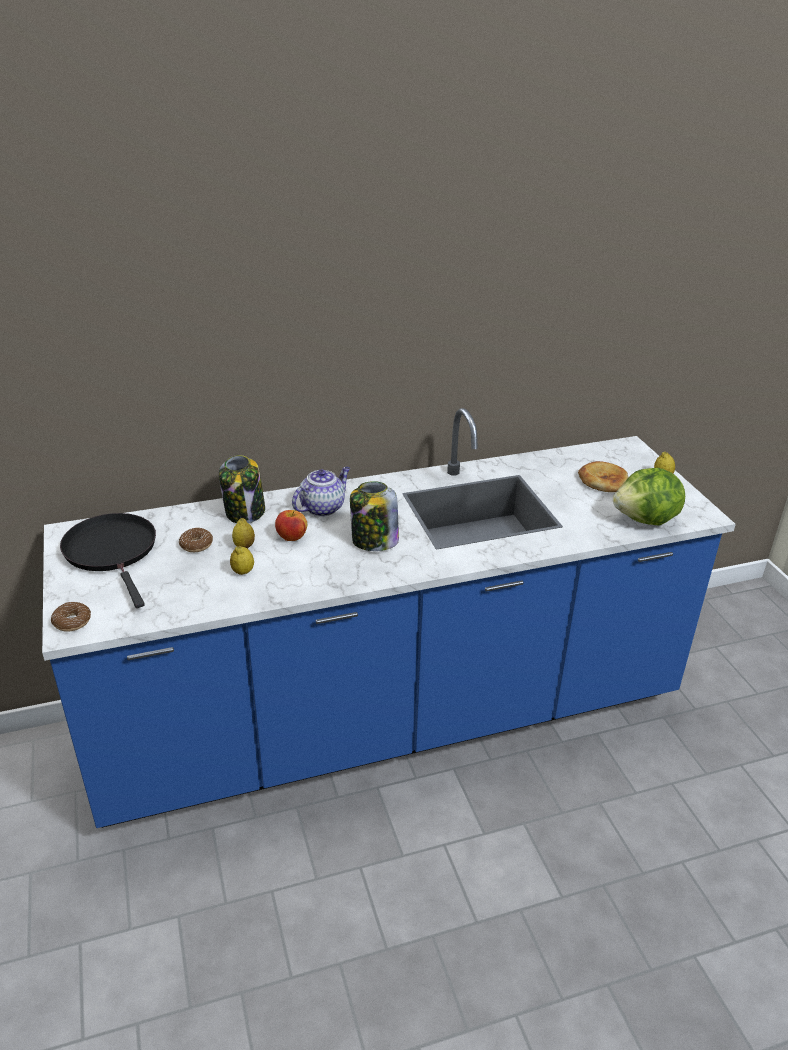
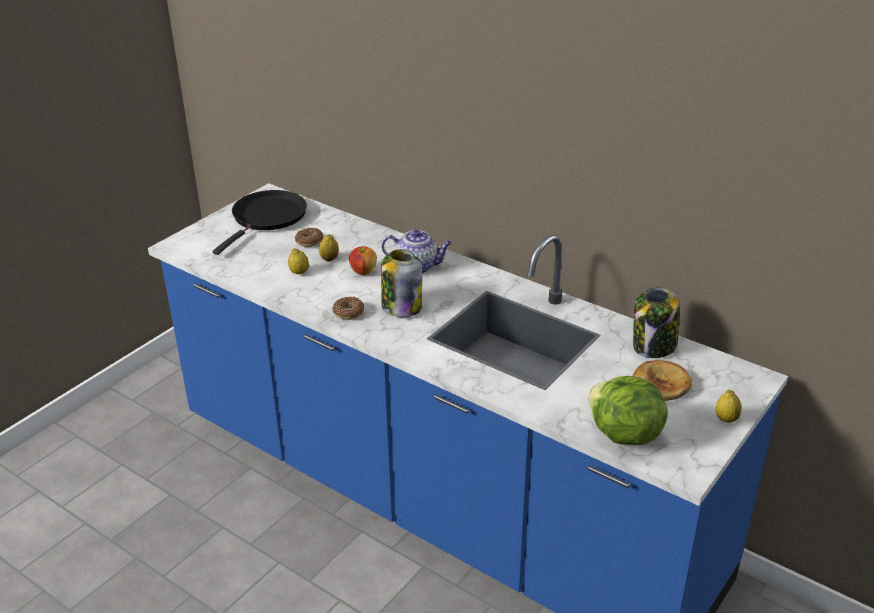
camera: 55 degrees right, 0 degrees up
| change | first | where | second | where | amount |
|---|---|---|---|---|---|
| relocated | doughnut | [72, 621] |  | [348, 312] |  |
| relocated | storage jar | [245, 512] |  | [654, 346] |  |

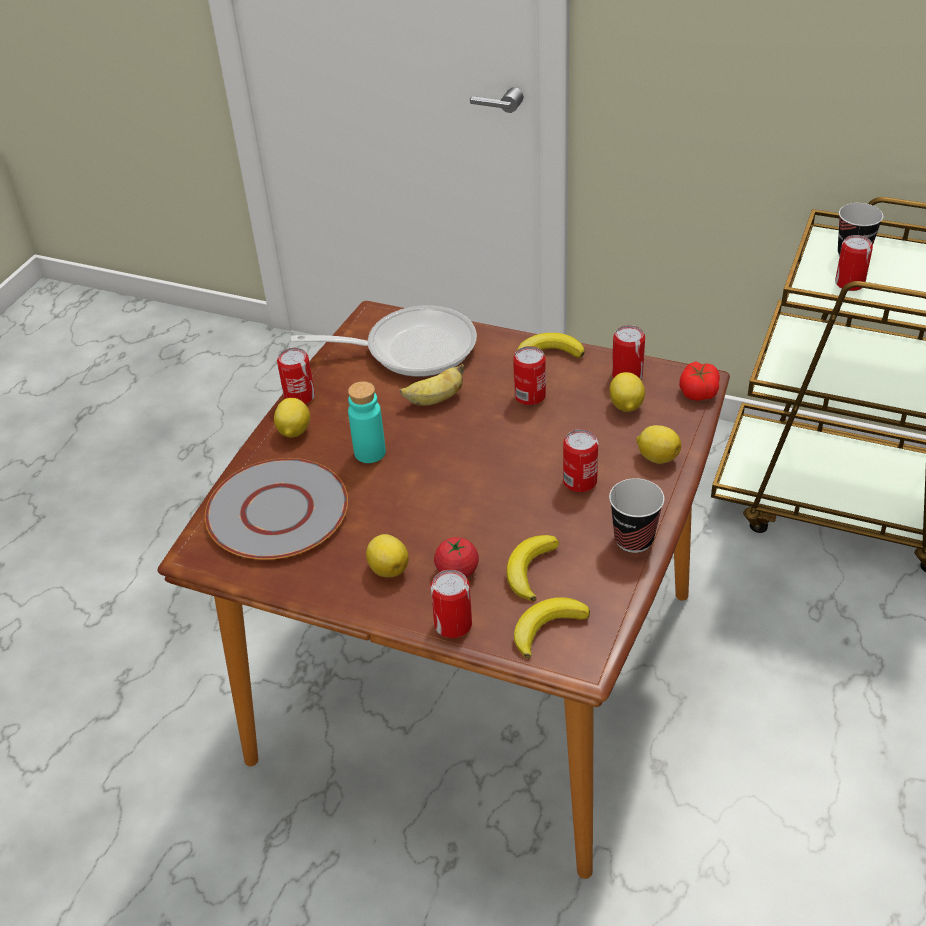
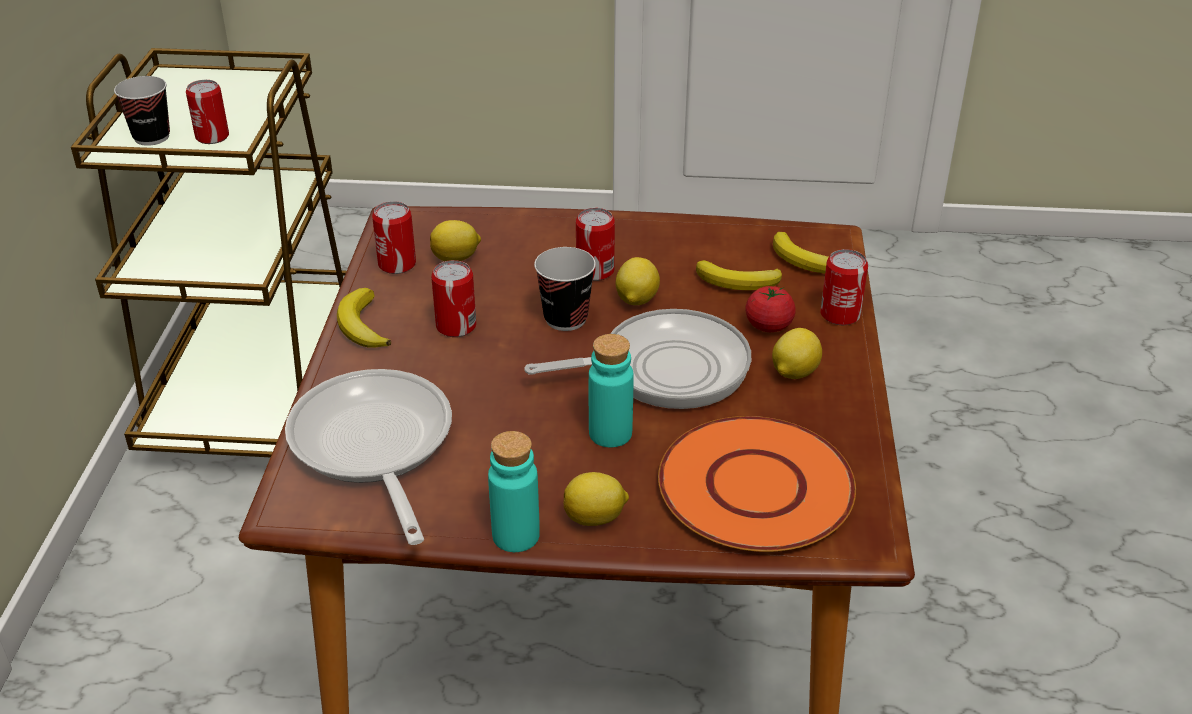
camera: 110 degrees left, 5 degrees down
| change | first | where | second | where | amount |
|---|---|---|---|---|---|
| exchanged | metal can | [299, 397] | bottle in turquoise | [516, 535] |  |
| appeared |  |  | skillet | [665, 369] |  |
| relocated | small cup | [634, 539] |  | [565, 319] |  |
| relocated | citrus fruit | [657, 457] |  | [636, 300] |  |
| colour | dinner plate in greyish | [278, 511] | dinner plate in orangey | [754, 486] |  |
| missing | whole banana | [435, 400] |  |  |  |
| missing | fresh tomato | [698, 391] |  |  |  |

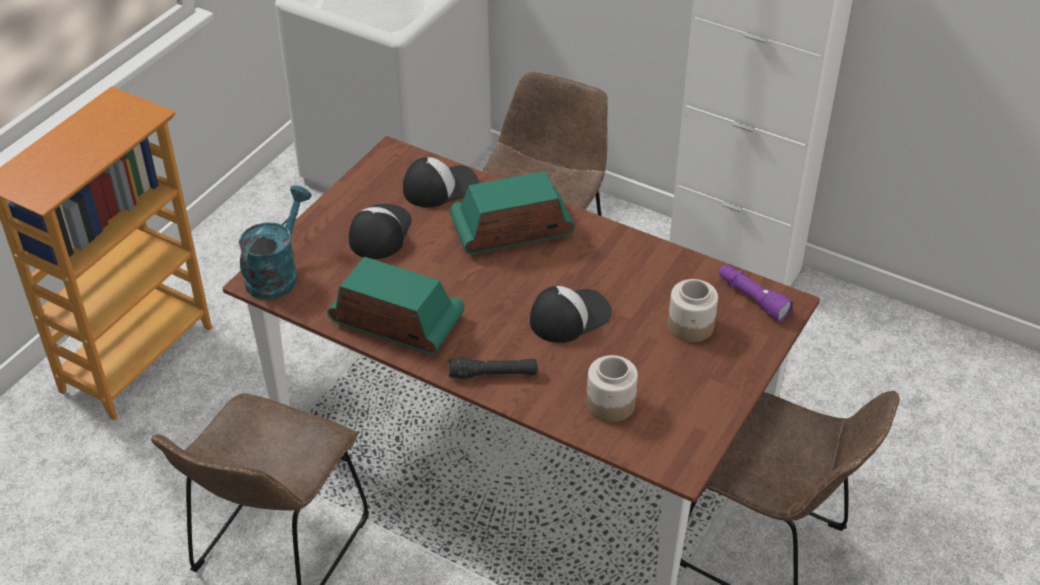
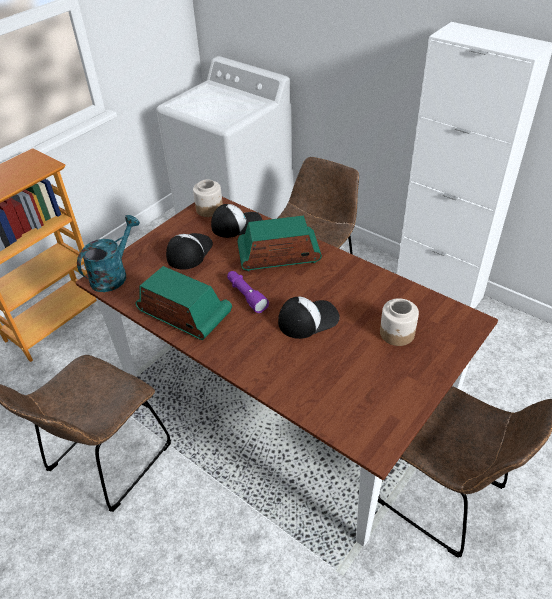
camera: 10 degrees right, 0 degrees up
| change | first | where | second | where | amount |
|---|---|---|---|---|---|
| relocated | storage jar | [610, 404] |  | [209, 209] |  |
| relocated | hand torch in purple-coloured | [752, 298] |  | [246, 295] |  |
| missing | hand torch in blackish | [493, 374] |  |  |  |

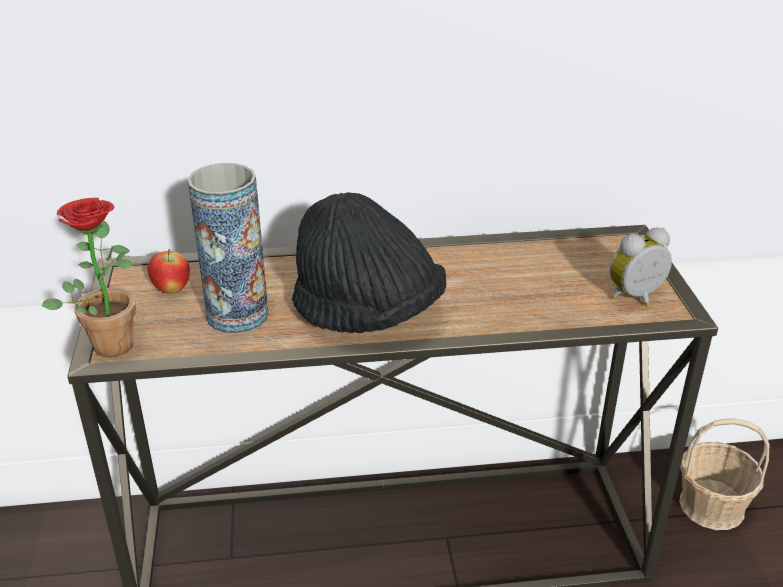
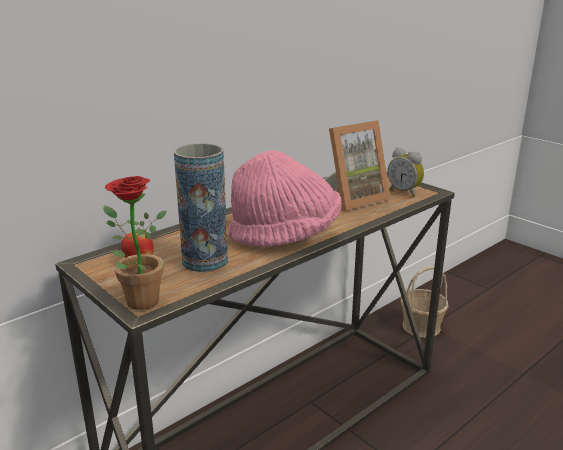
camera: 35 degrees left, 10 degrees down
| change | first | where | second | where | amount |
|---|---|---|---|---|---|
| colour | clothing hat in blackish | [367, 314] | clothing hat in pink-coloured | [285, 236] |  |
| appeared |  |  | standing frame | [353, 198] |  |
| spun | bedside clock | [637, 298] |  | [405, 192] | 75 degrees counterclockwise |

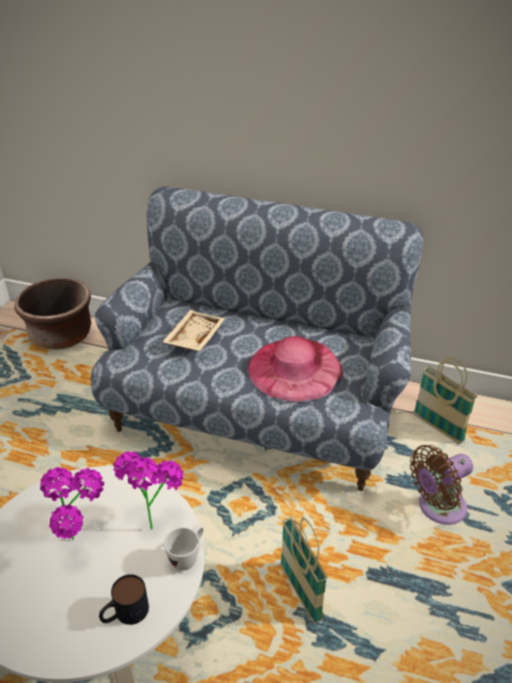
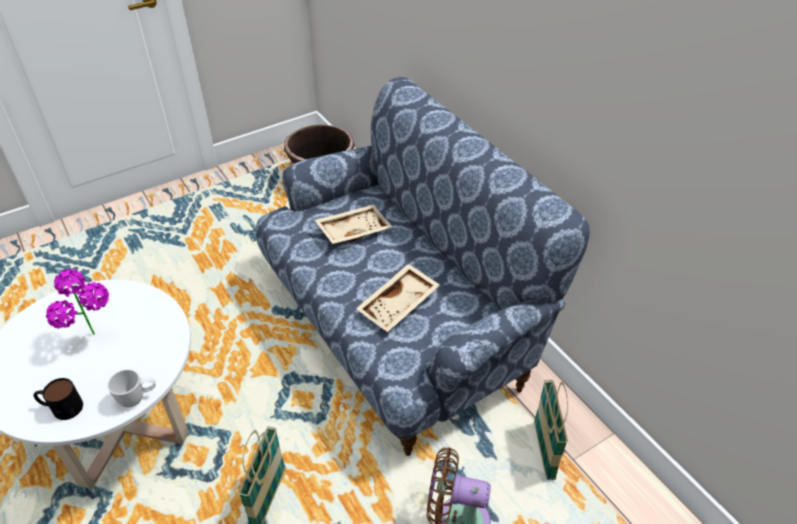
camera: 40 degrees right, 5 degrees up
| change | first | where | second | where | amount |
|---|---|---|---|---|---|
| exchanged | clothing hat in pink-coloured | [295, 369] | tray in sand-coloured | [399, 305] |  |
| missing | potted plant | [152, 518] |  |  |  |

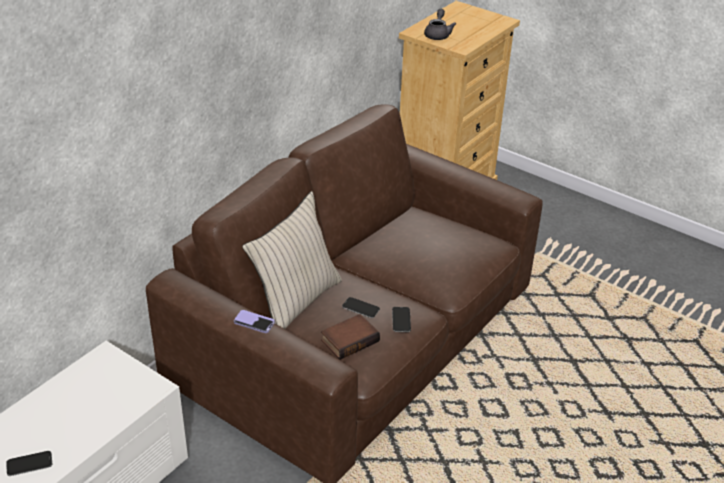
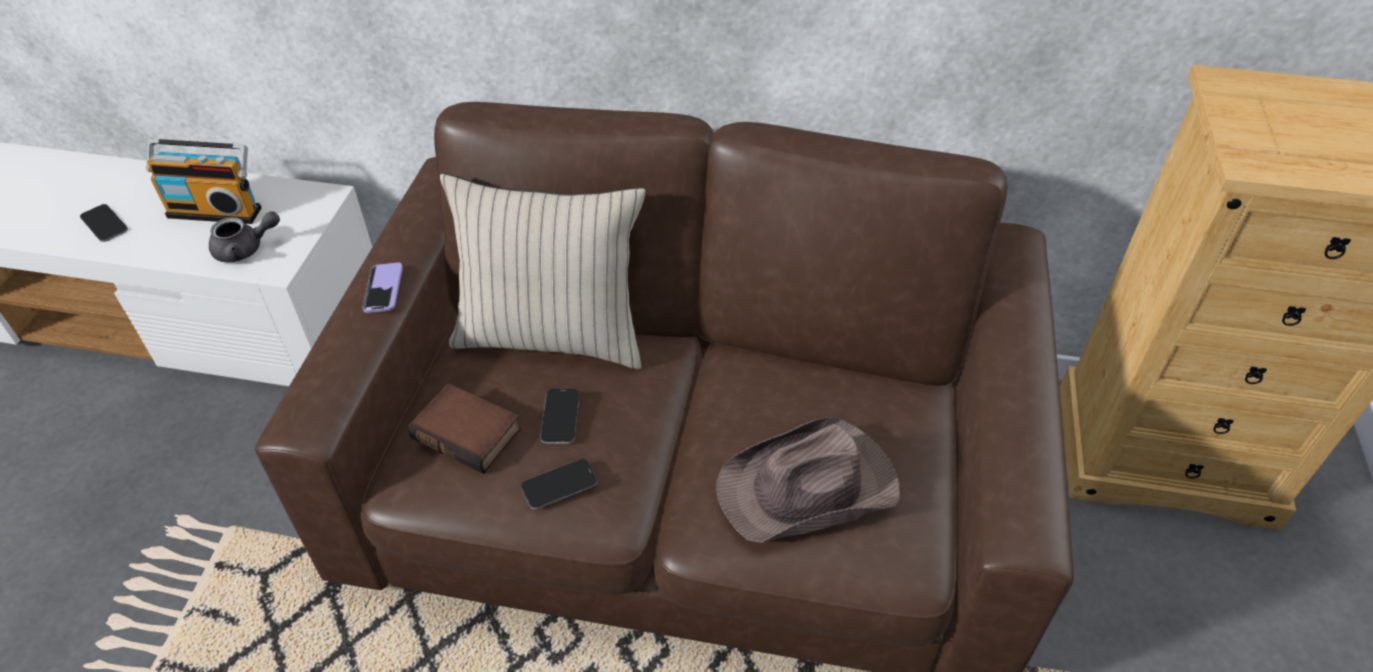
camera: 65 degrees right, 10 degrees up
| change | first | where | second | where | amount |
|---|---|---|---|---|---|
| appeared |  |  | radio | [217, 210] |  |
| relocated | teapot in greyish | [438, 34] |  | [246, 249] |  |
| appeared |  |  | clothing hat in brownish | [809, 489] |  |

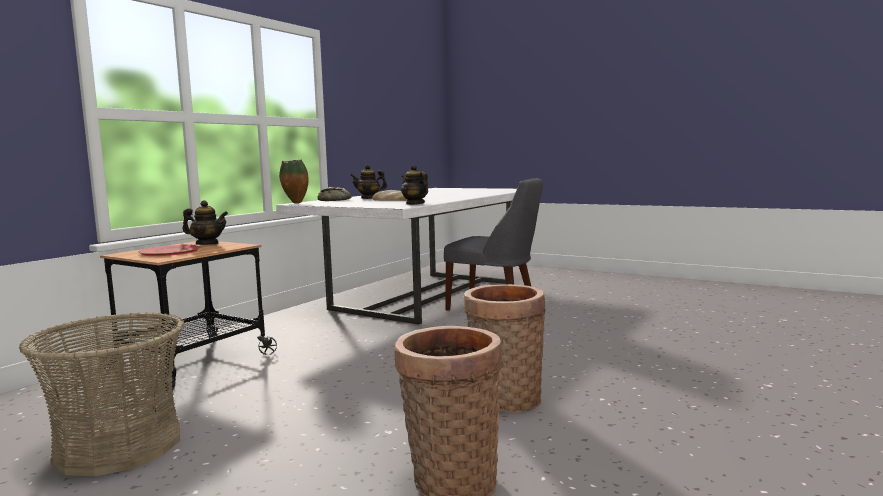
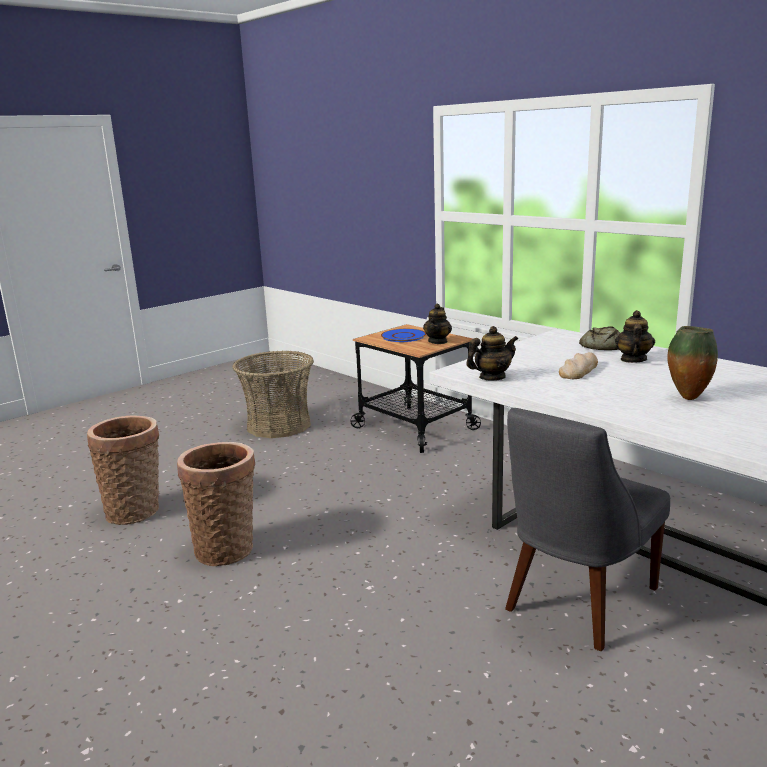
camera: 105 degrees right, 10 degrees up
| change | first | where | second | where | amount |
|---|---|---|---|---|---|
| colour | dinner plate in reddish | [169, 251] | dinner plate in blue | [403, 336] |  |
| relocated | vase | [295, 203] |  | [687, 397] |  |

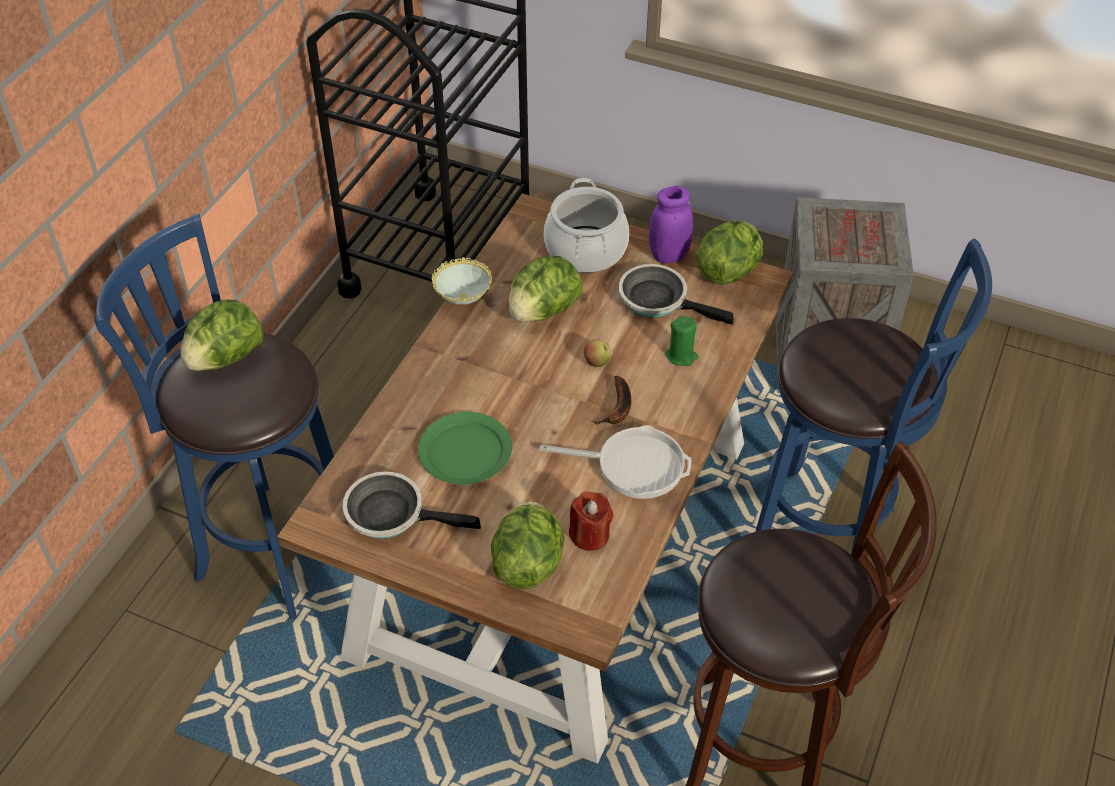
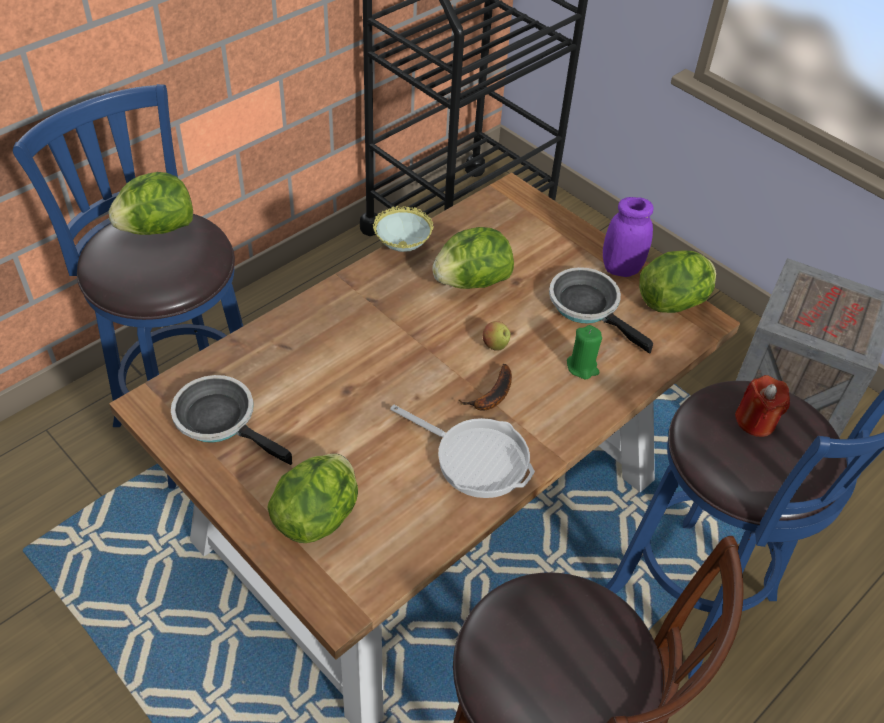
camera: 20 degrees right, 0 degrees up
| change | first | where | second | where | amount |
|---|---|---|---|---|---|
| relocated | wax light in reddish | [589, 535] |  | [755, 421] |  |
| missing | dinner plate in green | [464, 451] |  |  |  |
| missing | cooking pot | [586, 250] |  |  |  |

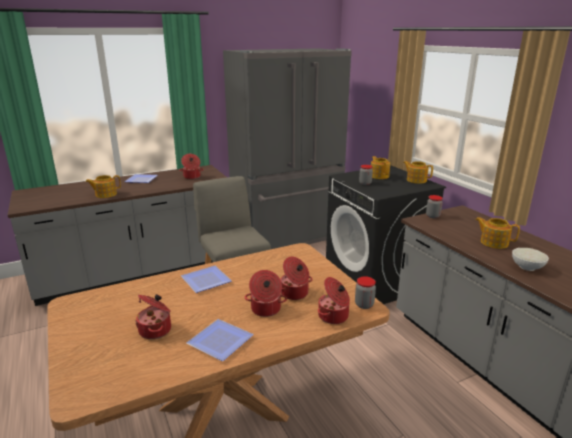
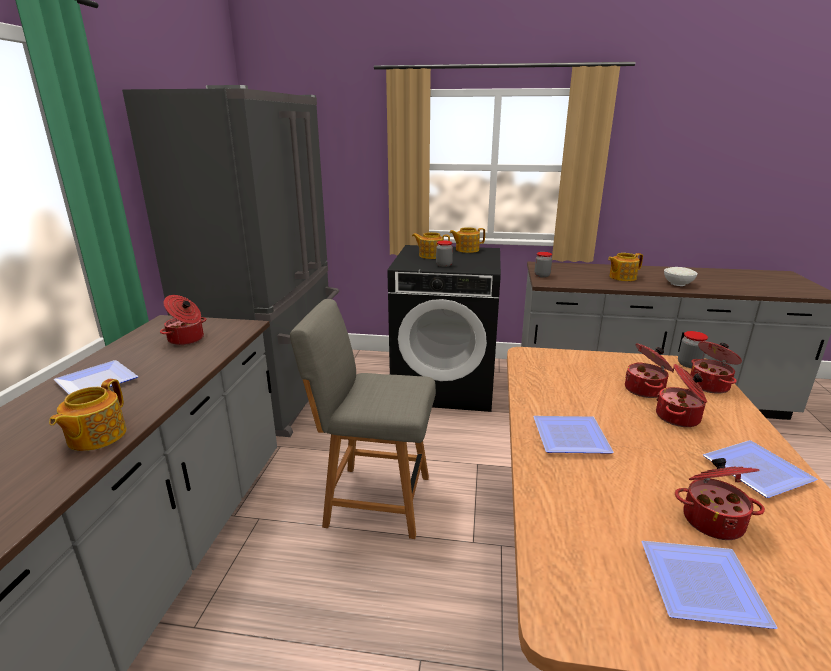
camera: 55 degrees left, 0 degrees up
| change | first | where | second | where | amount |
|---|---|---|---|---|---|
| appeared |  |  | dinner plate | [706, 589] |  |

